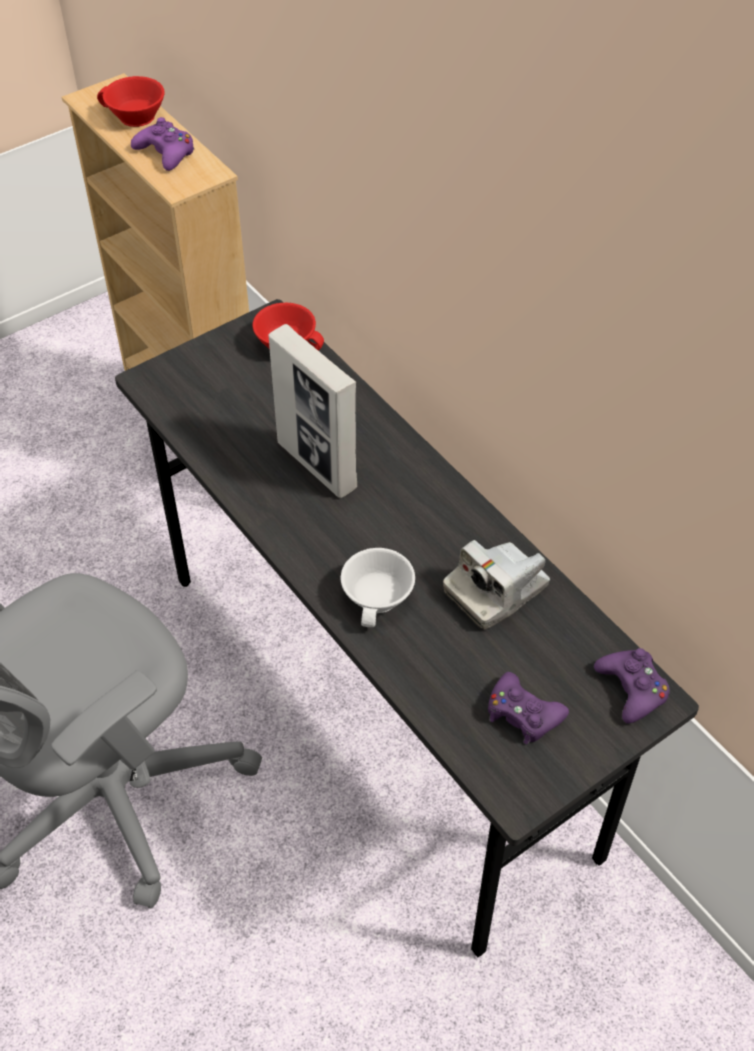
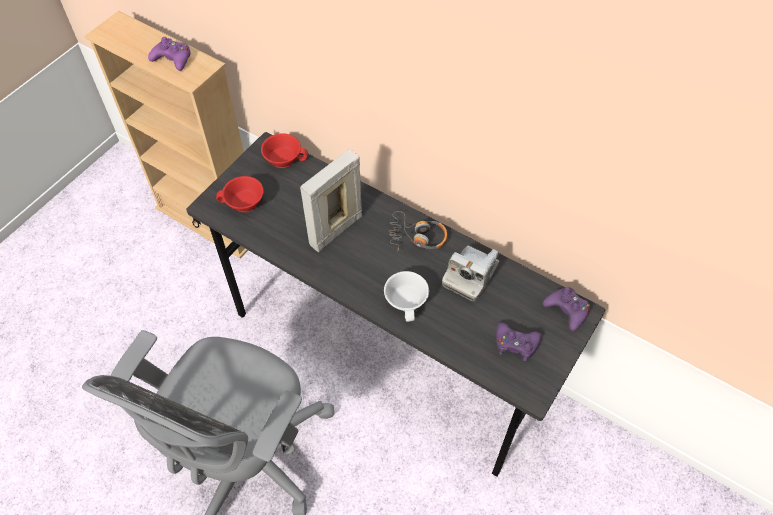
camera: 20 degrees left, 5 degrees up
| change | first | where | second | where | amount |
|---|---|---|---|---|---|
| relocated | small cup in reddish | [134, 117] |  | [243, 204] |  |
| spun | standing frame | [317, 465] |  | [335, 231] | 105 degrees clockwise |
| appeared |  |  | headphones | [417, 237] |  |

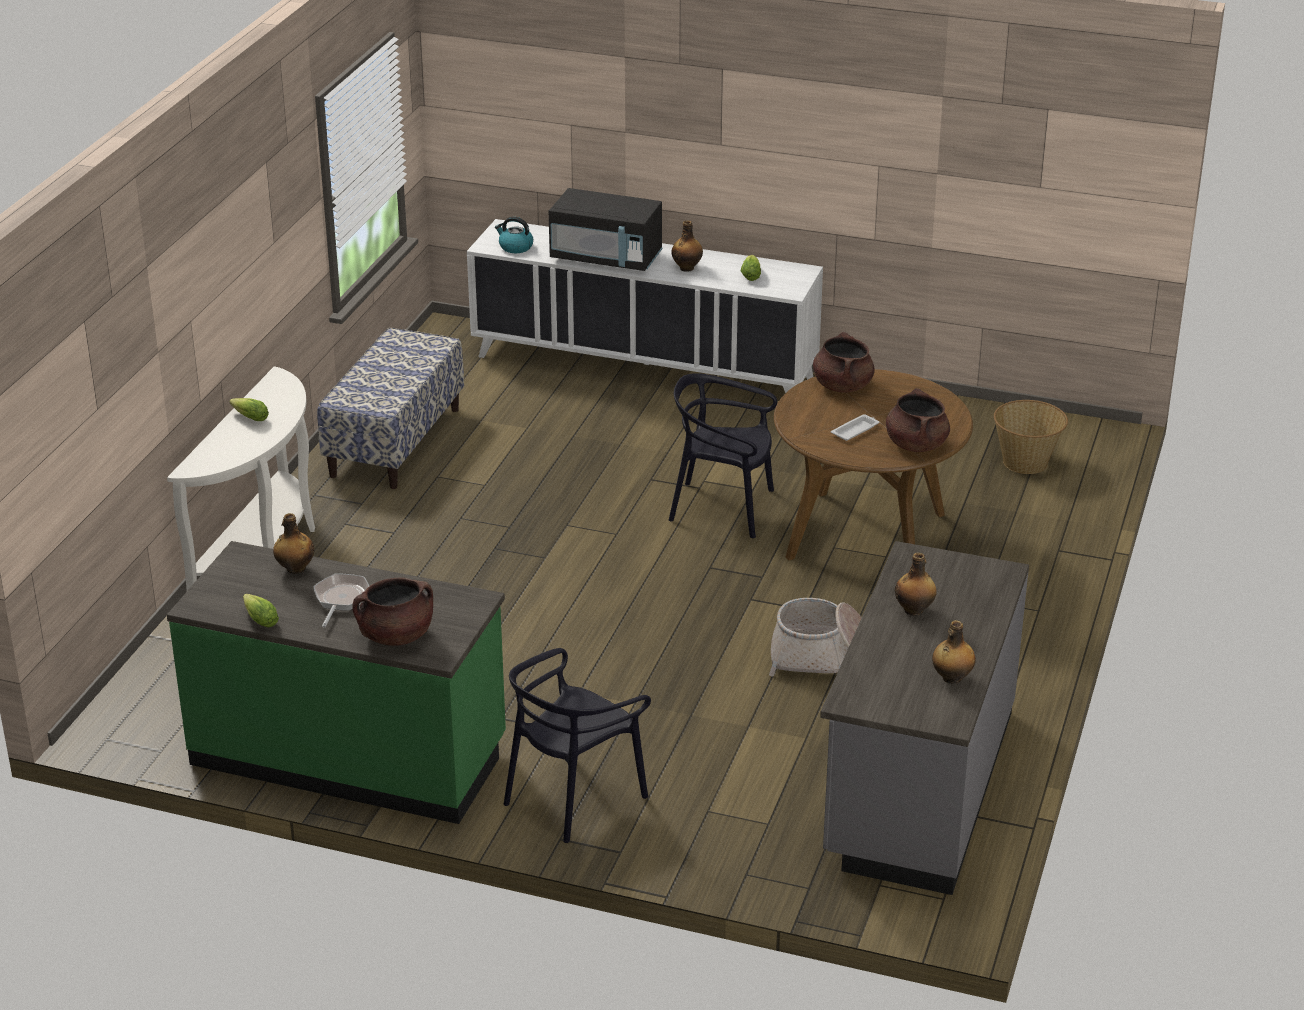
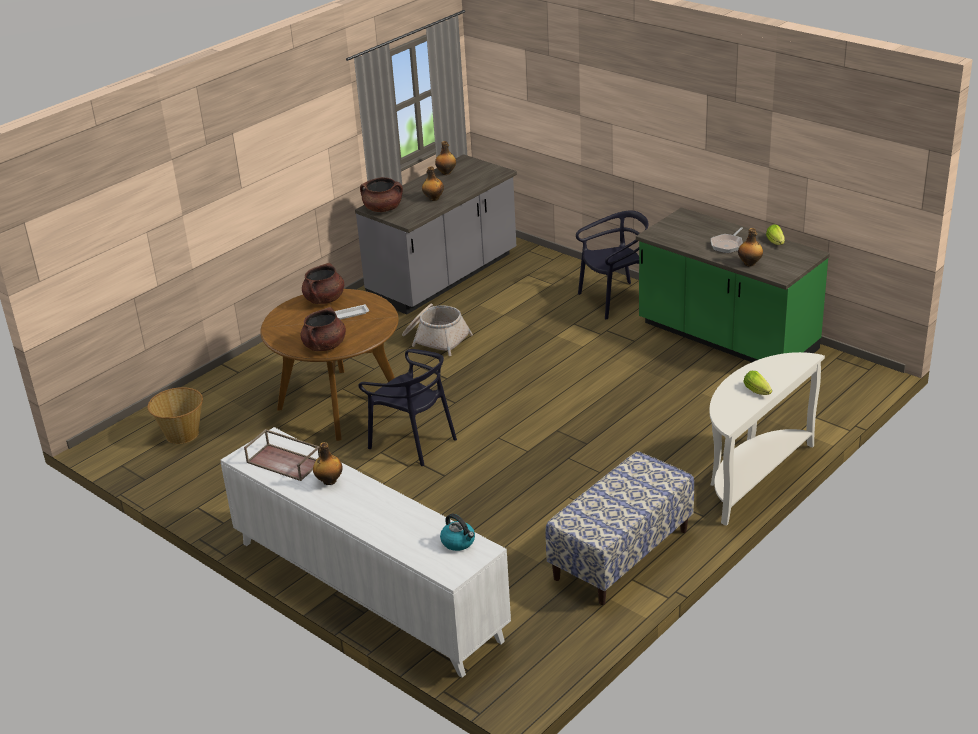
camera: 155 degrees left, 0 degrees up
| change | first | where | second | where | amount |
|---|---|---|---|---|---|
| exchanged | lettuce | [751, 275] | tray in brownish | [285, 462] |  |
| relocated | cooking pot in brownish | [396, 636] |  | [383, 209] |  |
| missing | microwave oven in blackish | [606, 258] |  |  |  |

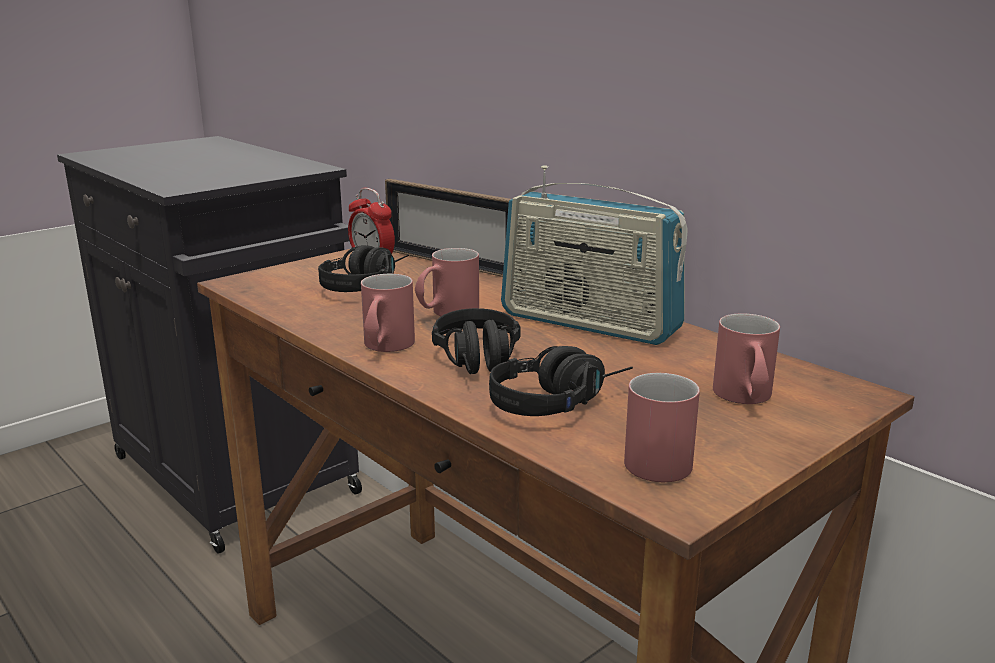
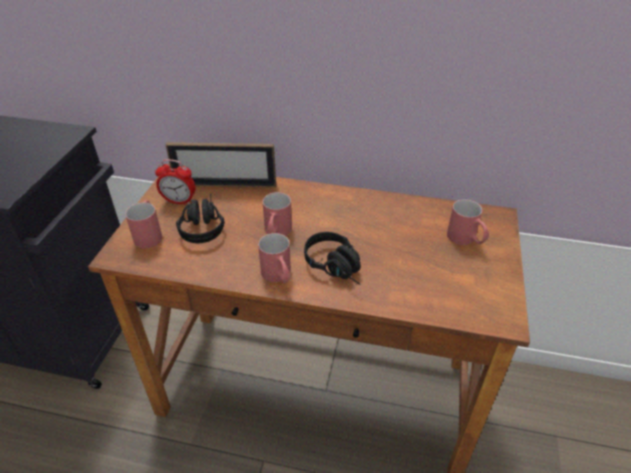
camera: 35 degrees left, 20 degrees up
| change | first | where | second | where | amount |
|---|---|---|---|---|---|
| relocated | mug in reddish | [664, 457] |  | [149, 234] |  |
| missing | headphones in blackish | [559, 401] |  |  |  |
| missing | radio | [589, 323] |  |  |  |

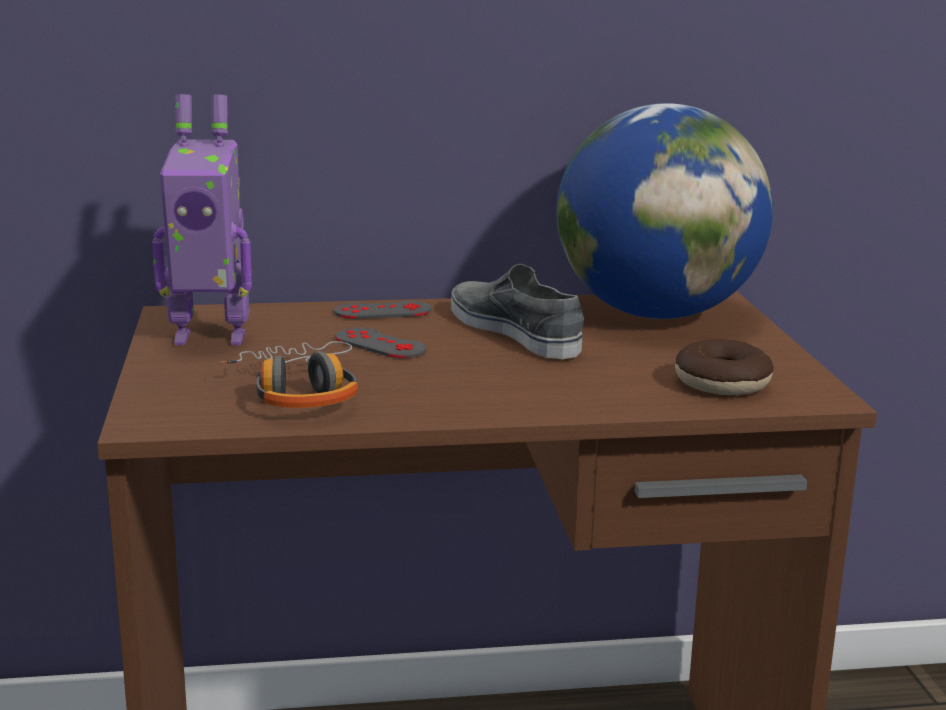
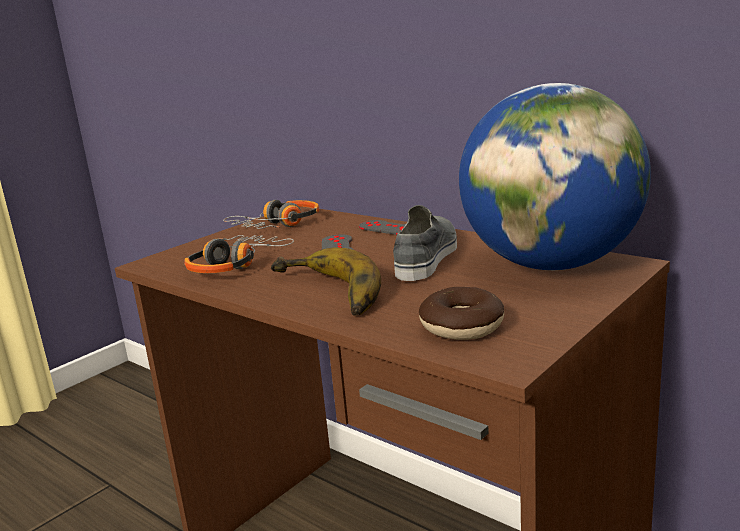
camera: 50 degrees right, 0 degrees up
| change | first | where | second | where | amount |
|---|---|---|---|---|---|
| exchanged | robot figure | [211, 336] | headphones | [278, 226] |  |
| appeared |  |  | whole banana | [323, 294] |  |

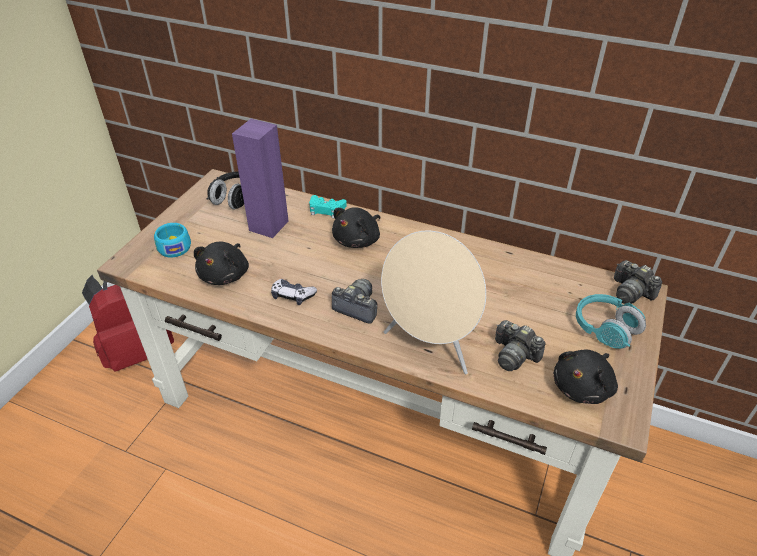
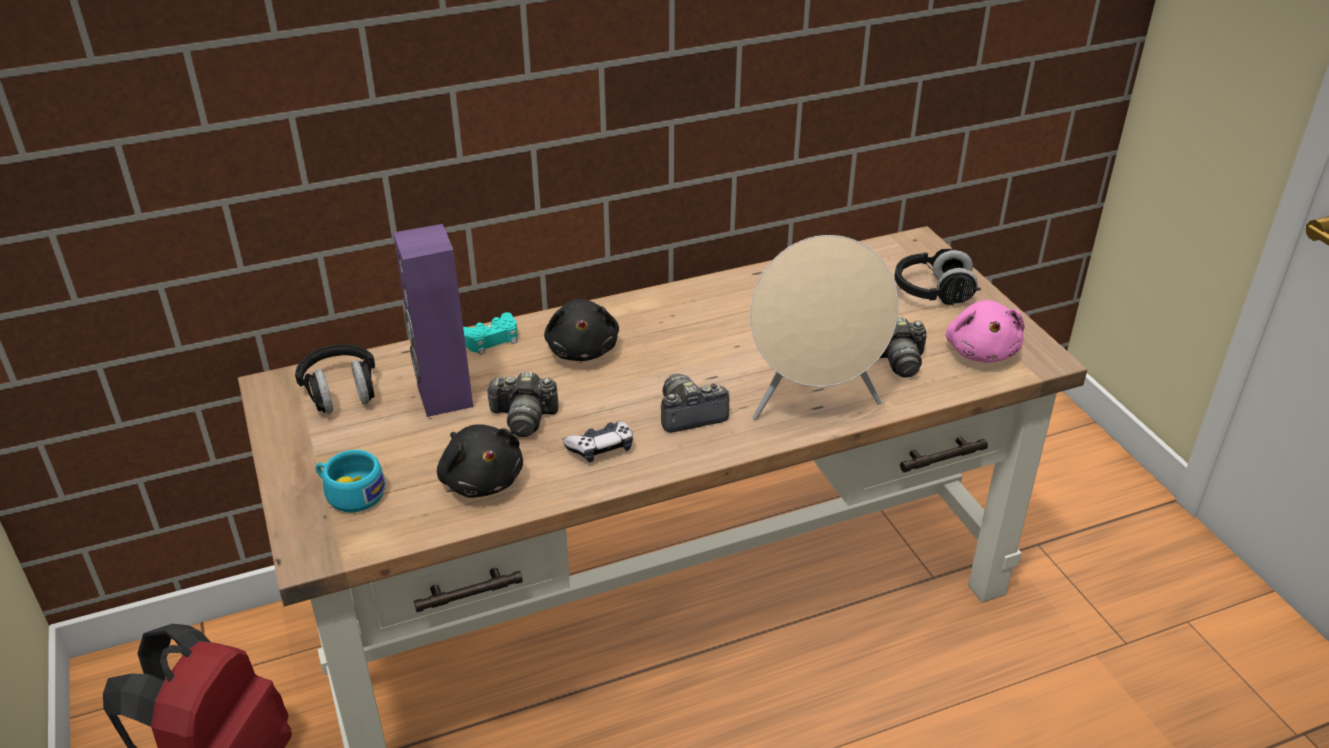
camera: 45 degrees left, 5 degrees down
| change | first | where | second | where | amount |
|---|---|---|---|---|---|
| relocated | still camera | [630, 292] |  | [524, 418] |  |
| colour | headphones in turquoise | [605, 330] | headphones in blackish | [933, 293] |  |
| colour | soft toy in blackish | [583, 387] | soft toy in pink-coloured | [981, 351] |  |

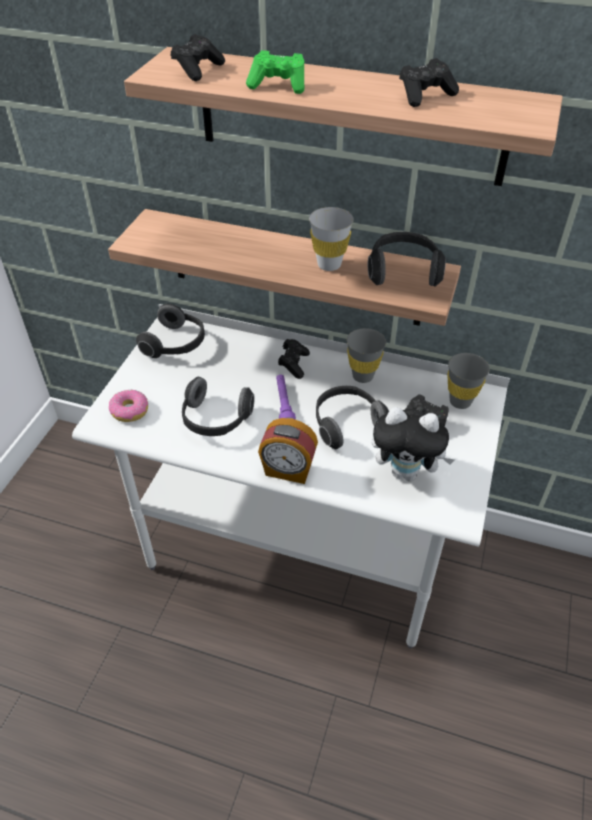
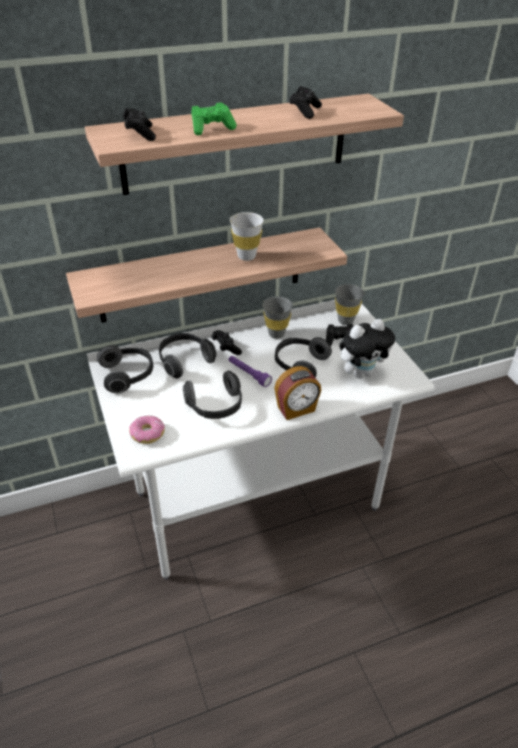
camera: 40 degrees left, 5 degrees down
| change | first | where | second | where | amount |
|---|---|---|---|---|---|
| relocated | headphones | [403, 271] |  | [184, 361] |  |

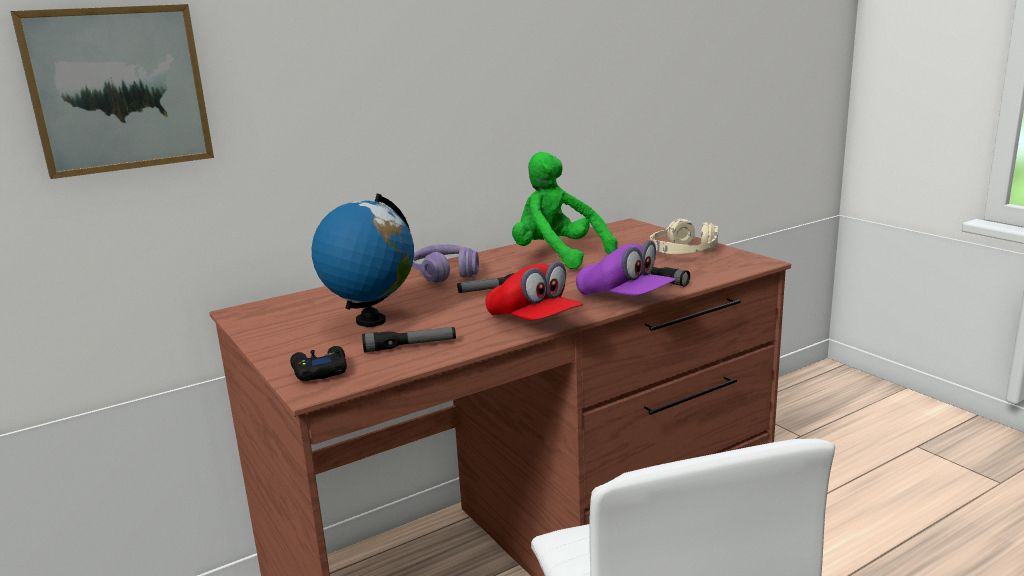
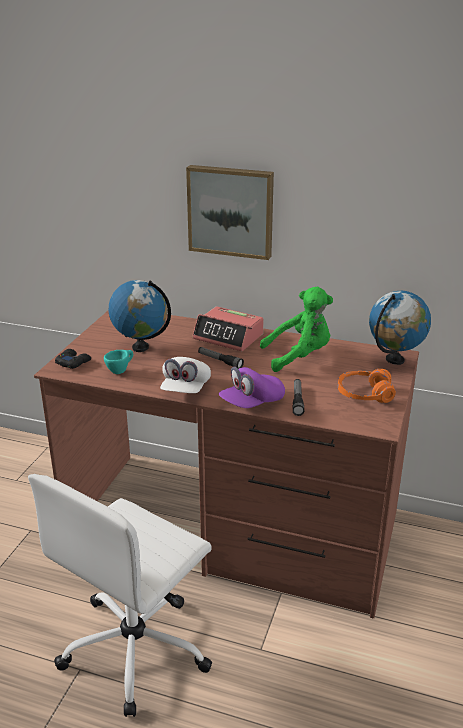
camera: 50 degrees right, 10 degrees up
| change | first | where | second | where | amount |
|---|---|---|---|---|---|
| exchanged | hand torch | [410, 346] | small cup in turquoise | [120, 370] |  |
| colour | baseball cap in reddish | [534, 321] | baseball cap in white-coloured | [186, 389] |  |
| relocated | wall picture | [117, 89] |  | [231, 211] |  |
| exchanged | headphones in purple-coloured | [446, 273] | bedside clock | [228, 337] |  |
| spun | baseball cap in purple-coloured | [624, 298] |  | [252, 403] | 45 degrees clockwise |
| spun | soft toy in green | [557, 257] |  | [299, 356] | 75 degrees clockwise |
| colour | headphones in sand-coloured | [683, 253] | headphones in orangey | [364, 394] |  |
| appeared |  |  | globe | [395, 360] |  |

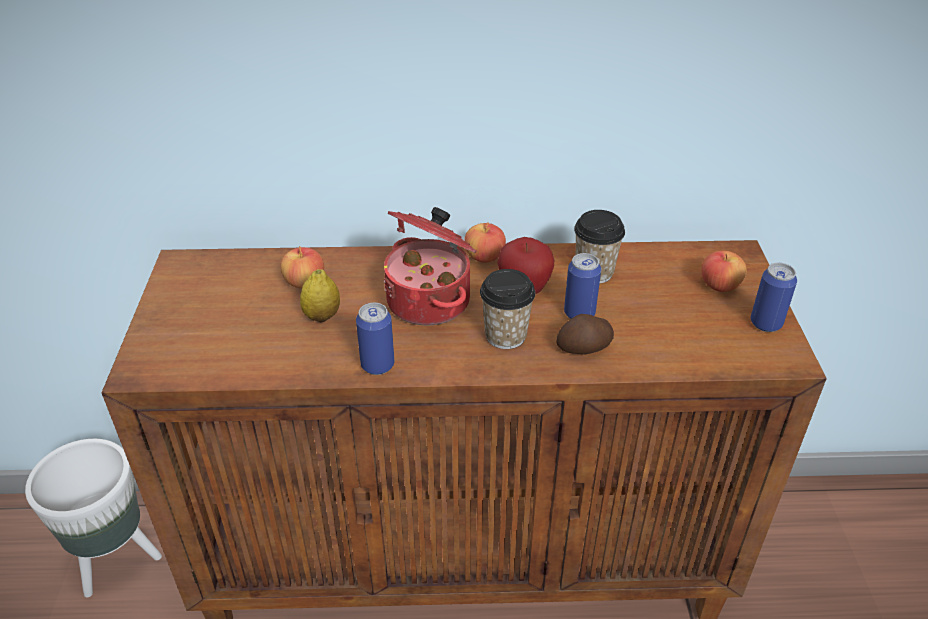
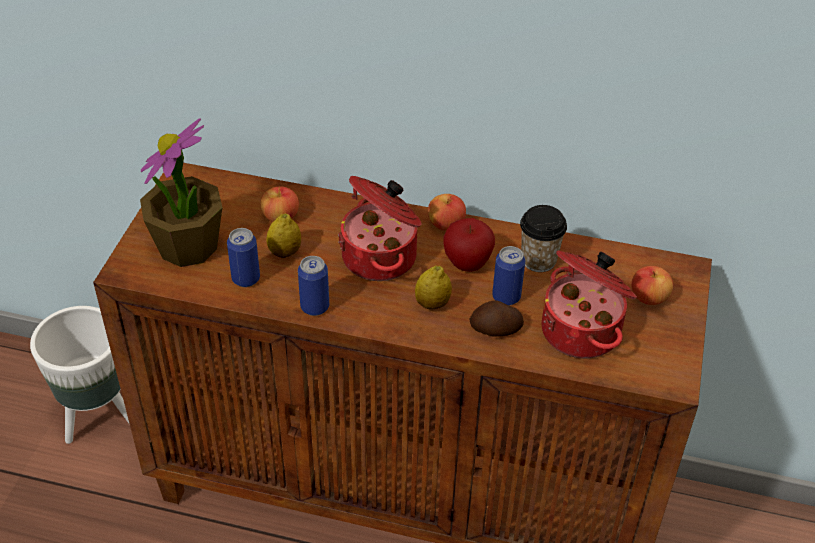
camera: 15 degrees right, 5 degrees up
| change | first | where | second | where | amount |
|---|---|---|---|---|---|
| appeared |  |  | potted plant | [188, 247] |  |
| relocated | metal can | [765, 323] |  | [246, 279] |  |
| exchanged | small cup | [505, 335] | citrus fruit | [432, 304] |  |
| appeared |  |  | cooking pot | [582, 331] |  |

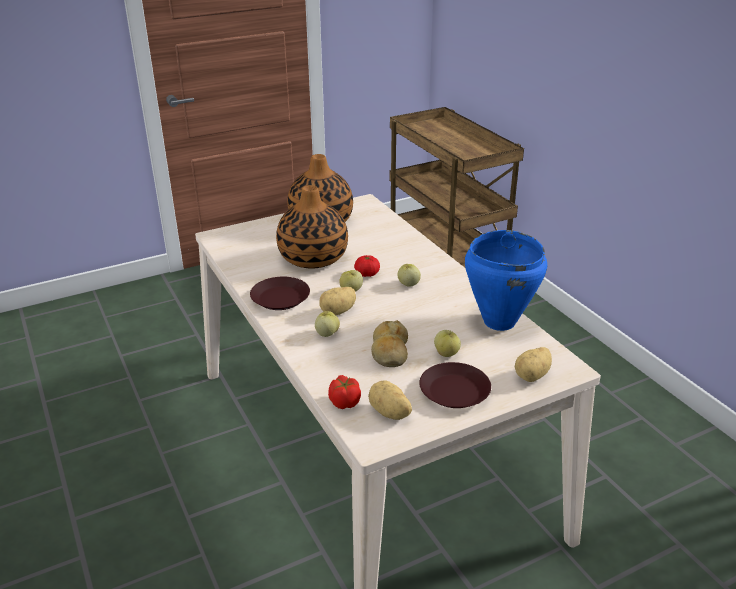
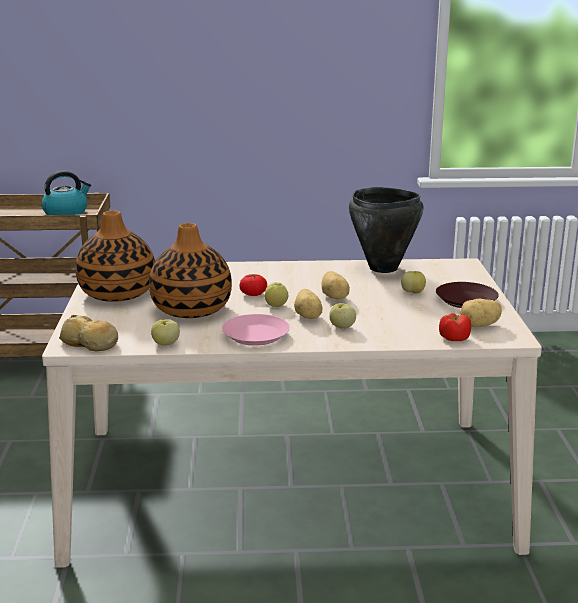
camera: 65 degrees left, 10 degrees down
| change | first | where | second | where | amount |
|---|---|---|---|---|---|
| appeared |  |  | water kettle | [66, 212] |  |
| relocated | bakery bread | [389, 352] |  | [90, 343] |  |
| relocated | whole apple | [408, 284] |  | [165, 344] |  |
| colour | dinner plate in brownish | [280, 298] | dinner plate in pink-coloured | [256, 336] |  |
| relocated | whole potato | [533, 376] |  | [335, 297] |  |
| colour | cooking pot in blue | [498, 322] | cooking pot in blackish | [383, 268] |  |

